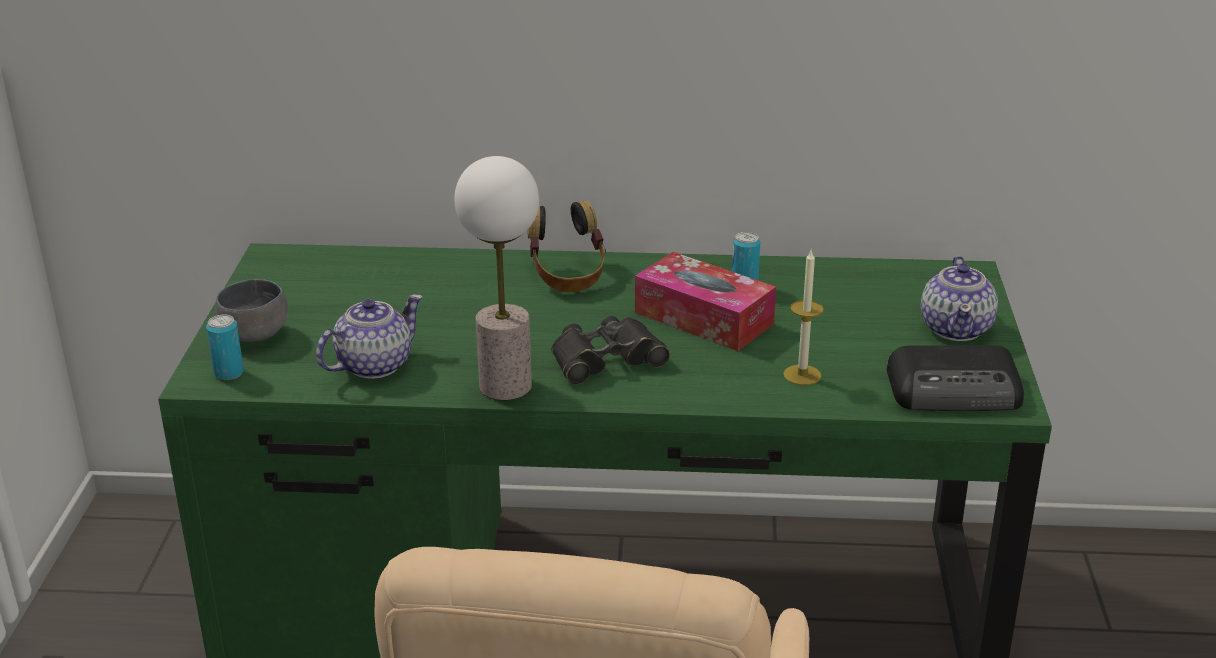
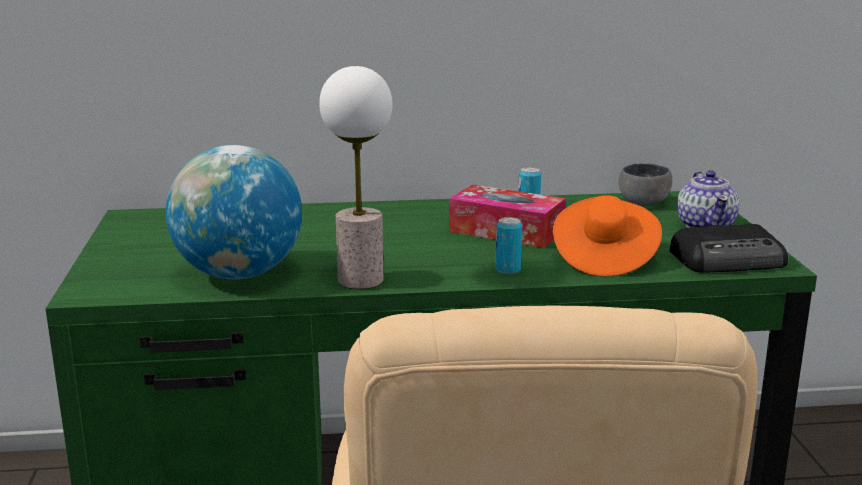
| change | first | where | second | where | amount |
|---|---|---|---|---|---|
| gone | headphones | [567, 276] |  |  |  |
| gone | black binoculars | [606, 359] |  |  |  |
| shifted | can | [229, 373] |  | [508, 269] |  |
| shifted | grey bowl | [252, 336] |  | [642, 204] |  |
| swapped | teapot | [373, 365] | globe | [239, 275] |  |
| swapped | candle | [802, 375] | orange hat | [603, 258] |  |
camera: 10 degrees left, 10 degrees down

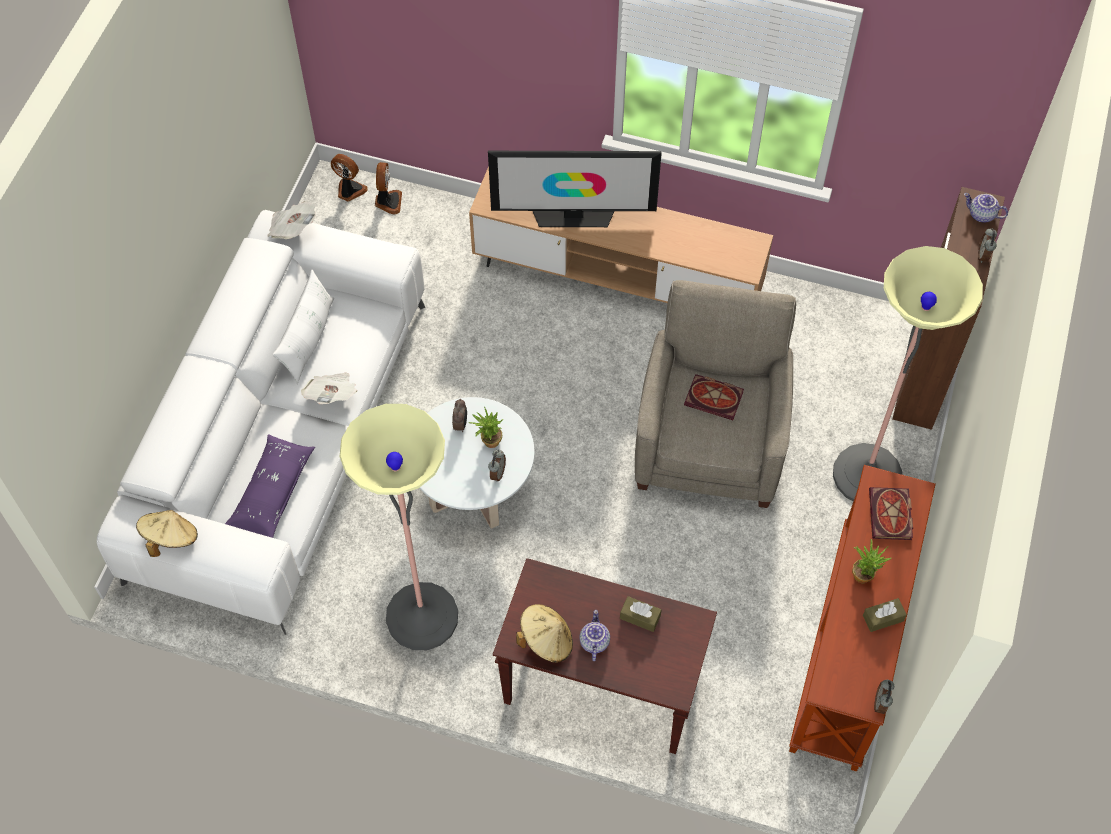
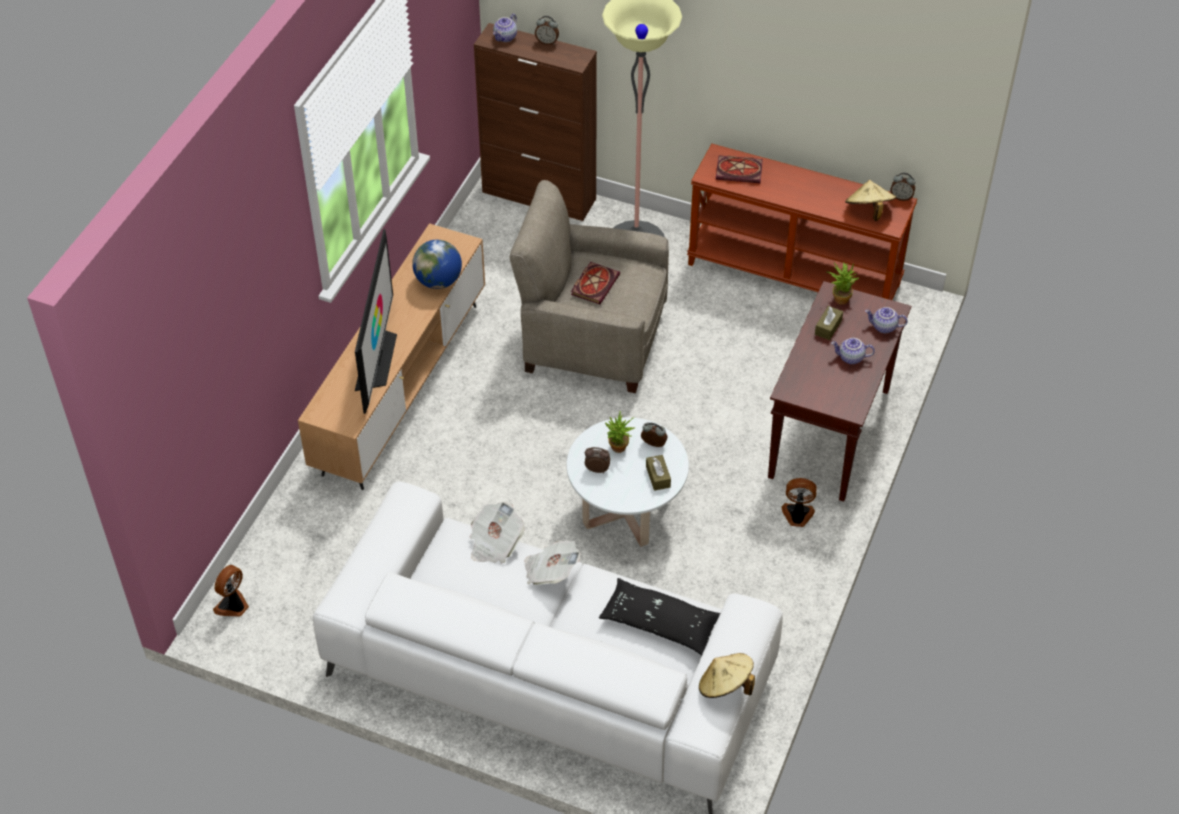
| change | first | where | second | where | amount |
|---|---|---|---|---|---|
| gone | white pillow | [308, 339] |  |  |  |
| gone | floor lamp | [422, 616] |  |  |  |
| new |  |  | globe | [438, 281] |  |
| new |  |  | teapot | [883, 327] |  |
| shifted | newspaper | [293, 228] |  | [494, 543] |  |
| shifted | fan | [388, 202] |  | [797, 516] |  |
| shifted | beige hat | [546, 640] |  | [868, 211] |  |
| shifted | potted plant | [865, 574] |  | [839, 297] |  |
| shifted | brown tissue box | [883, 618] |  | [658, 477] |  |
| repainted | purple pillow | [271, 493] | black pillow | [660, 623] |  |
camera: 85 degrees left, 10 degrees down

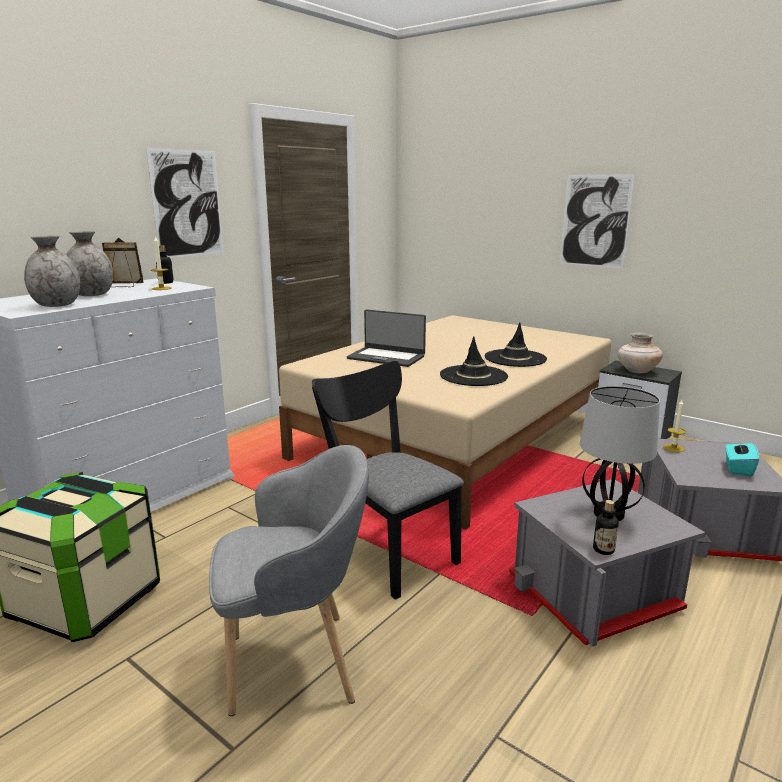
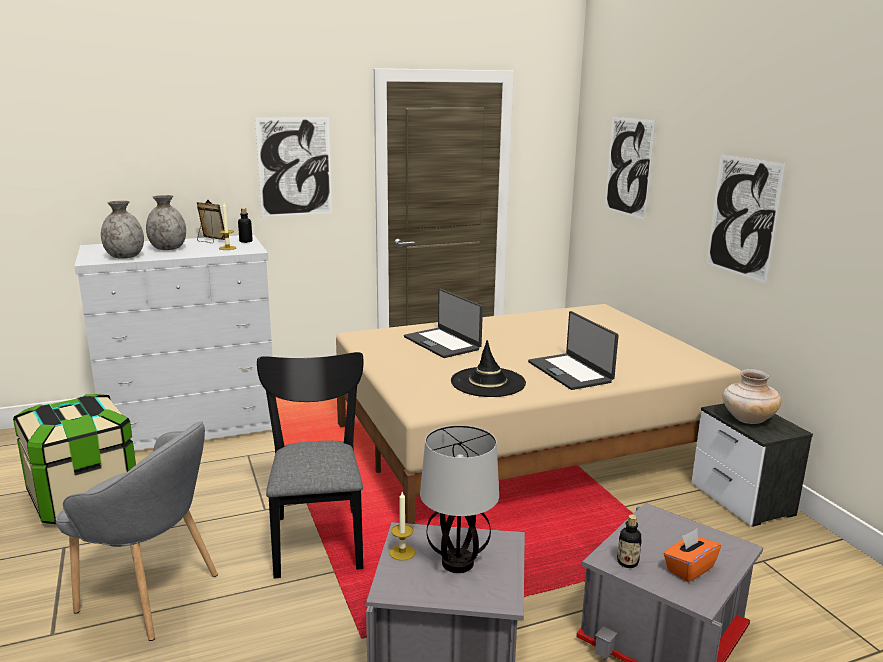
| change | first | where | second | where | amount |
|---|---|---|---|---|---|
| new |  |  | picture | [628, 167] |  |
| shifted | bottle | [603, 549] |  | [627, 562] |  |
| shifted | candle | [673, 448] |  | [402, 552] |  |
| swapped | black hat | [515, 358] | laptop | [570, 372] |  |
| repainted | turquoise tissue box | [738, 468] | orange tissue box | [689, 569] |  |
camera: 30 degrees right, 0 degrees up

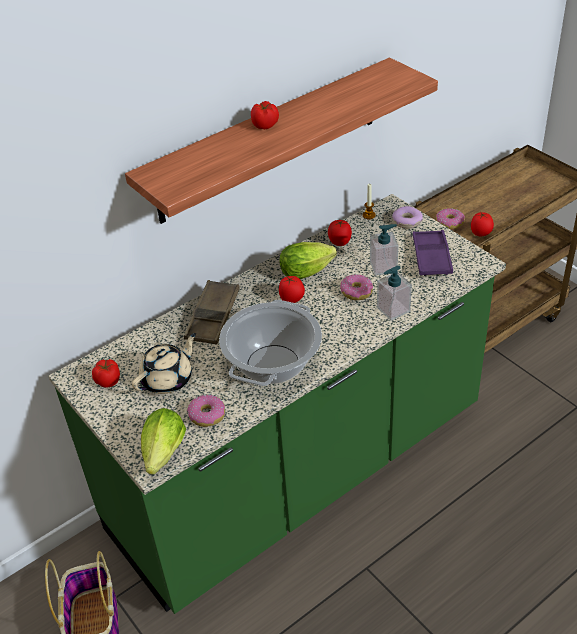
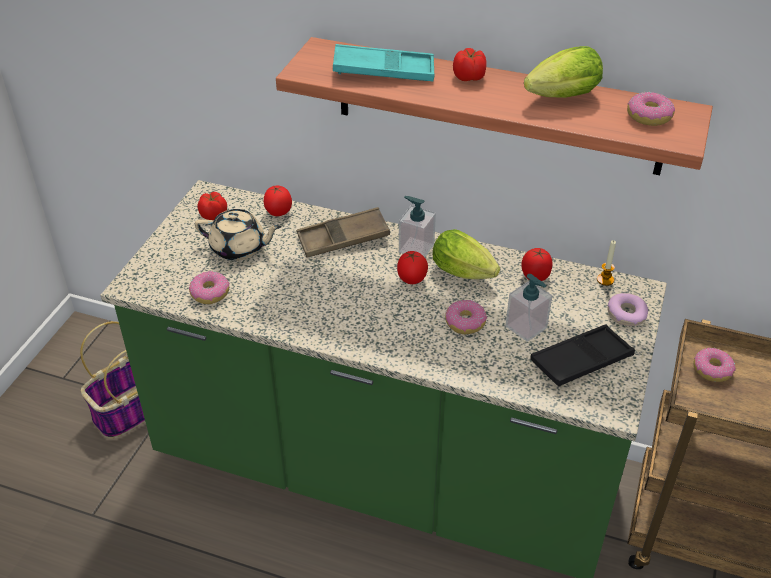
| change | first | where | second | where | amount |
|---|---|---|---|---|---|
| gone | cooking pot | [273, 365] |  |  |  |
| new |  |  | turquoise tray | [383, 71] |  |
| new |  |  | donut | [649, 116] |  |
| shifted | lettuce | [163, 456] |  | [559, 98] |  |
| shifted | soap dispenser | [393, 309] |  | [416, 248] |  |
| shifted | tomato | [481, 233] |  | [278, 213] |  |
| repainted | purple tray | [431, 257] | black tray | [581, 360] |  |
camera: 55 degrees right, 0 degrees up

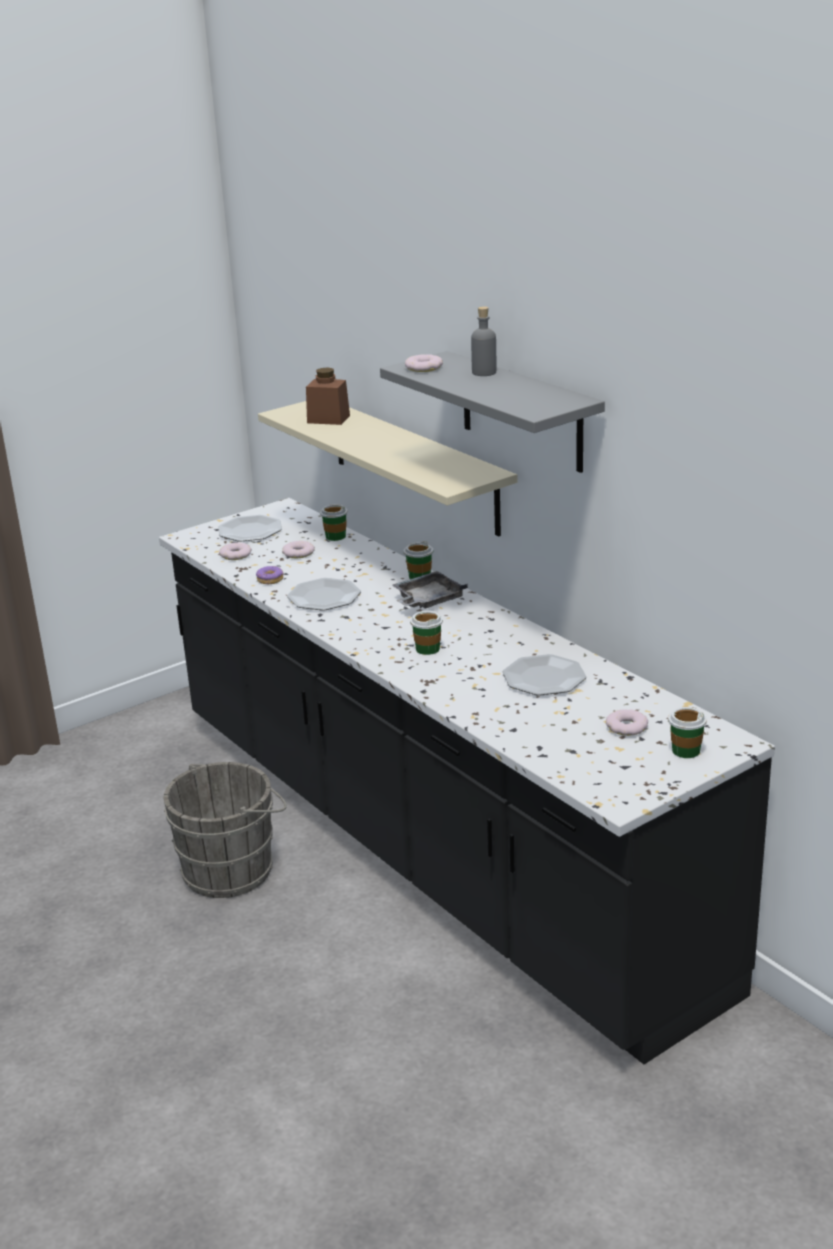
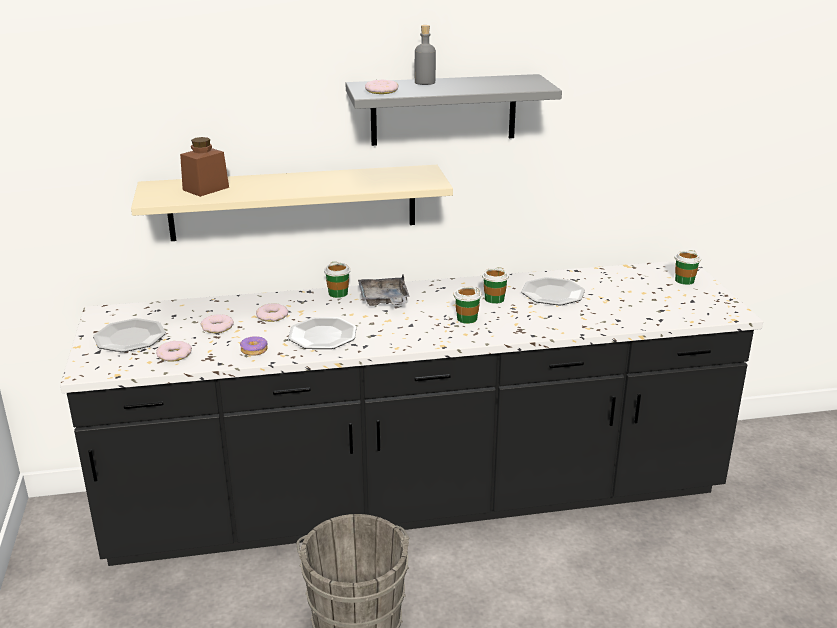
| change | first | where | second | where | amount |
|---|---|---|---|---|---|
| shifted | cup | [335, 536] |  | [494, 299] |  |
| shifted | donut | [627, 727] |  | [272, 316] |  |
camera: 65 degrees left, 0 degrees up

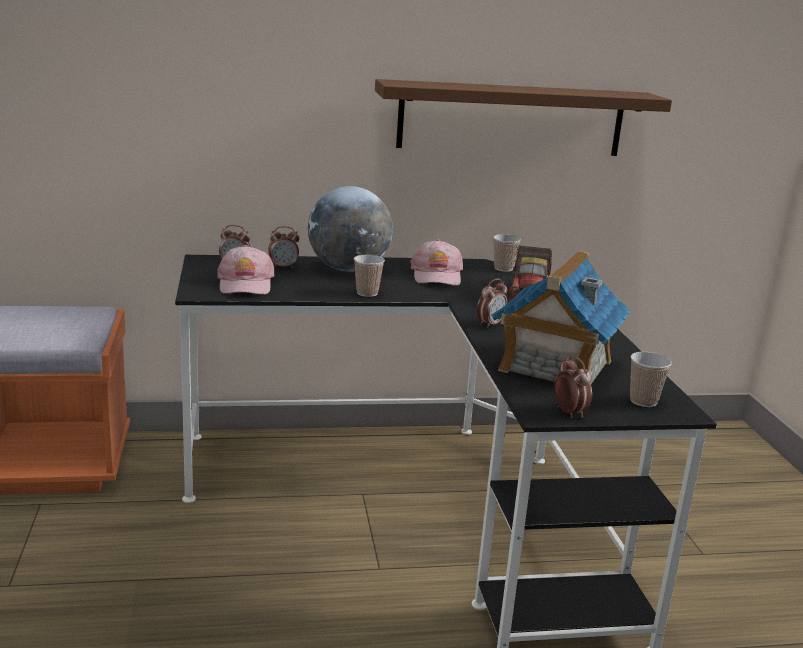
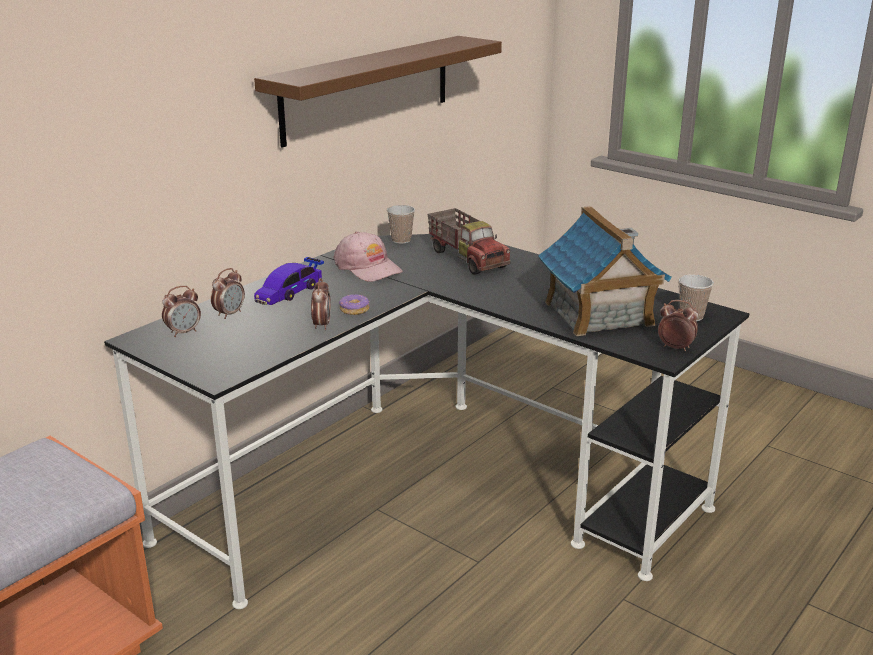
| change | first | where | second | where | amount |
|---|---|---|---|---|---|
| gone | pink cap | [245, 283] |  |  |  |
| shifted | alarm clock | [490, 324] |  | [321, 325] |  |
| swapped | globe | [348, 269] | toy car | [290, 292] |  |
| swapped | cup | [367, 293] | donut | [354, 310] |  |
camera: 40 degrees left, 5 degrees up

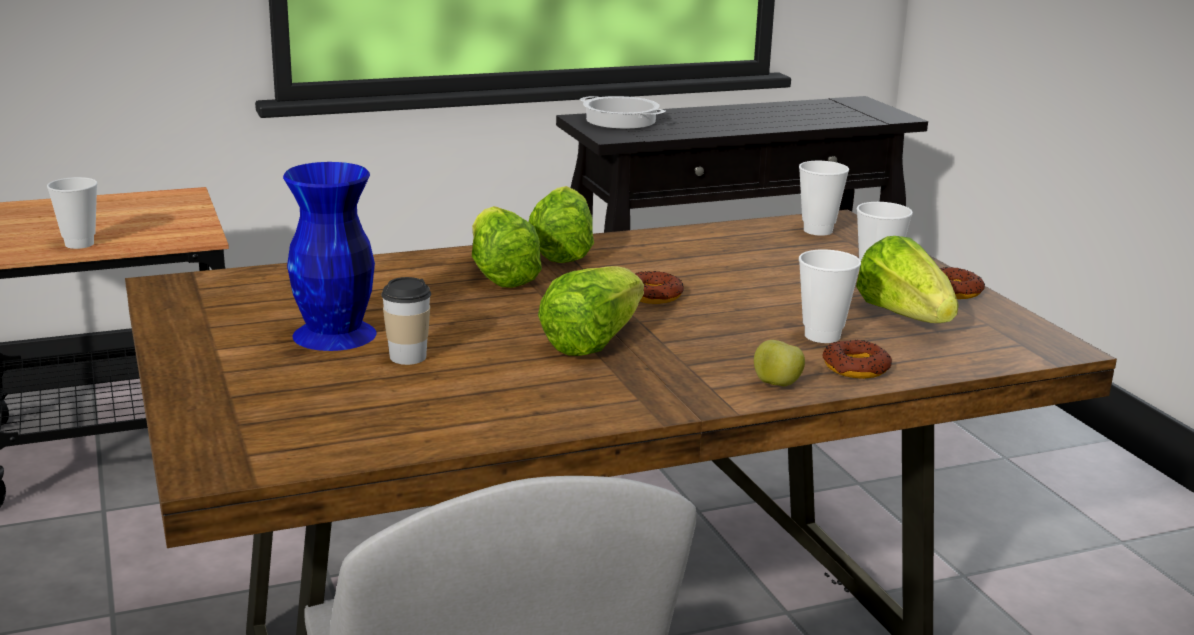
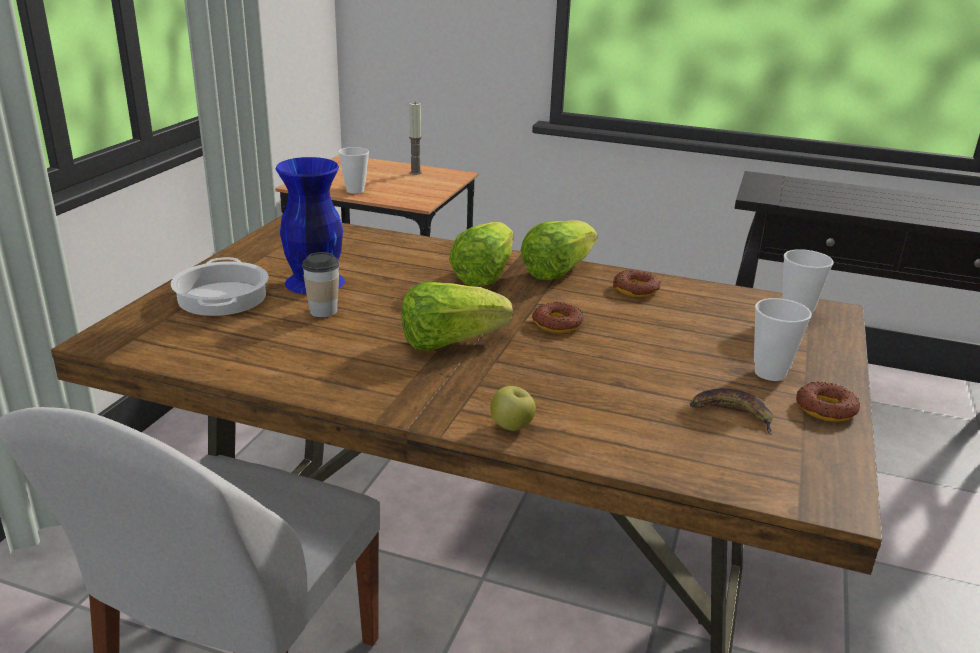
| change | first | where | second | where | amount |
|---|---|---|---|---|---|
| gone | cup | [822, 336] |  |  |  |
| new |  |  | candle | [415, 172] |  |
| shifted | cooking pot | [619, 120] |  | [221, 297] |  |
| shifted | donut | [856, 368] |  | [635, 289] |  |
| swapped | lettuce | [904, 317] | banana | [731, 414] |  |
camera: 40 degrees right, 5 degrees up

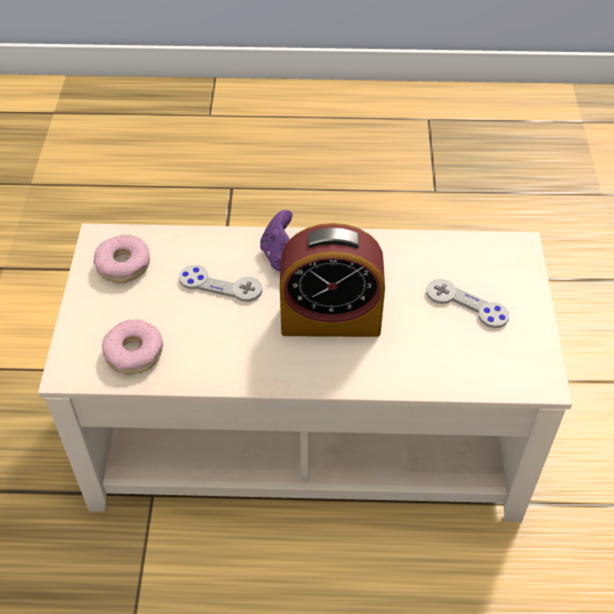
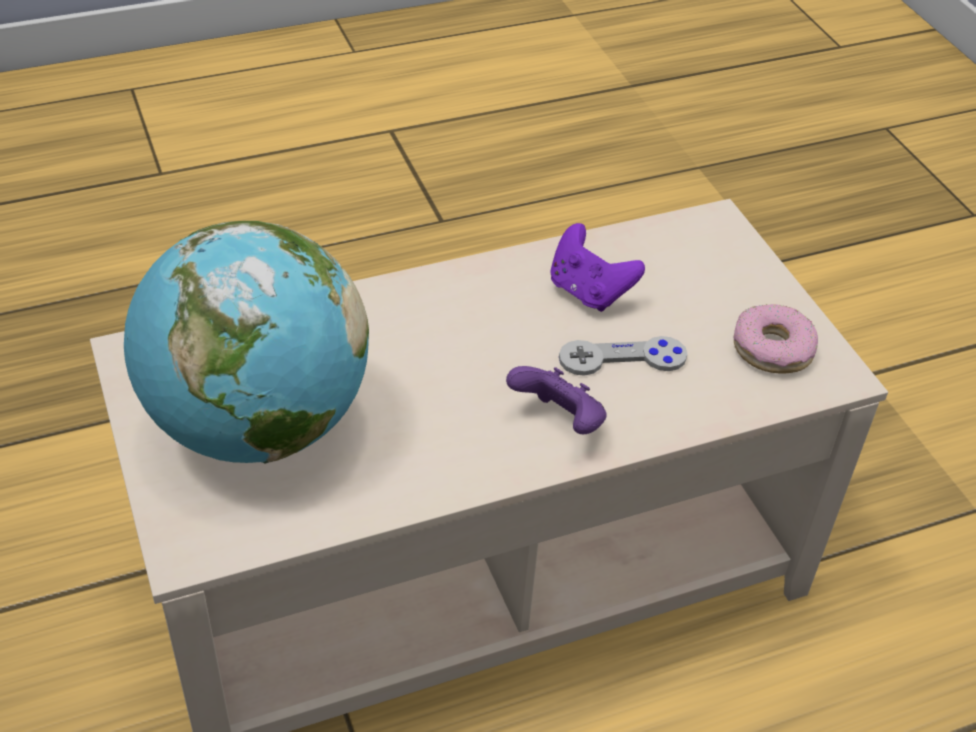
| change | first | where | second | where | amount |
|---|---|---|---|---|---|
| gone | donut | [133, 353] |  |  |  |
| gone | alarm clock | [330, 319] |  |  |  |
| new |  |  | purple game controller | [589, 292] |  |
| swapped | grey game controller | [466, 305] | globe | [257, 426] |  |
camera: 155 degrees right, 5 degrees down

